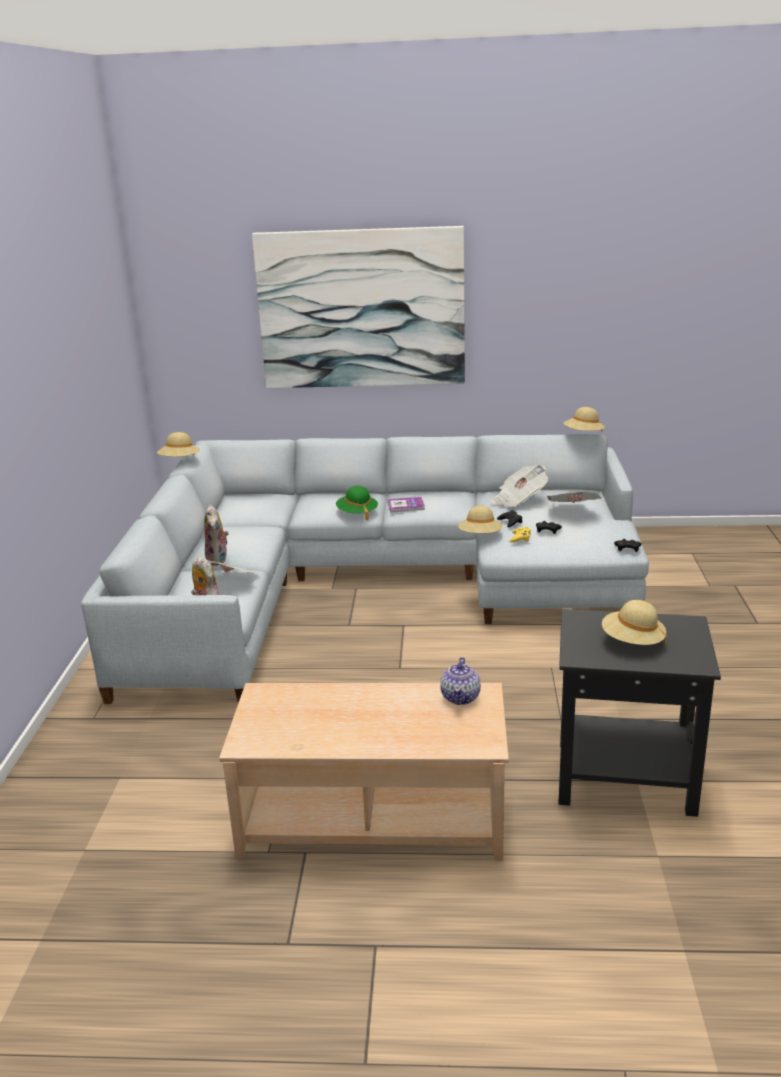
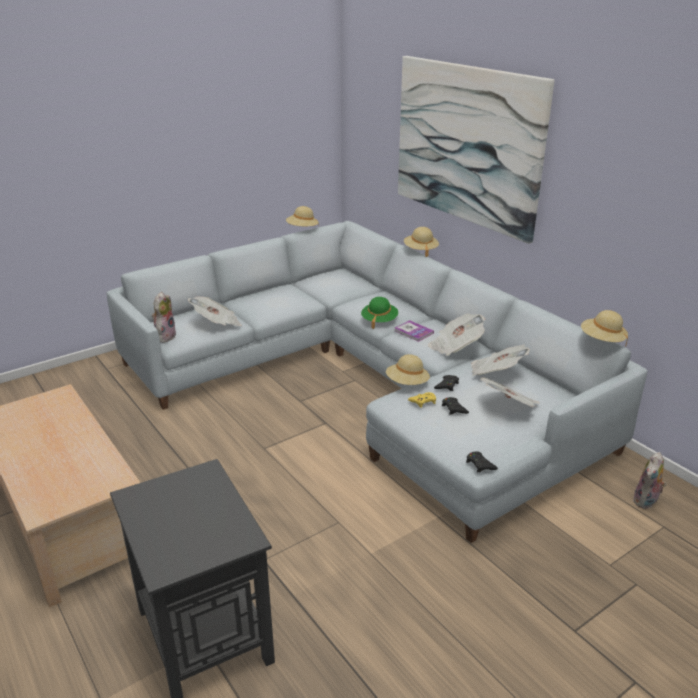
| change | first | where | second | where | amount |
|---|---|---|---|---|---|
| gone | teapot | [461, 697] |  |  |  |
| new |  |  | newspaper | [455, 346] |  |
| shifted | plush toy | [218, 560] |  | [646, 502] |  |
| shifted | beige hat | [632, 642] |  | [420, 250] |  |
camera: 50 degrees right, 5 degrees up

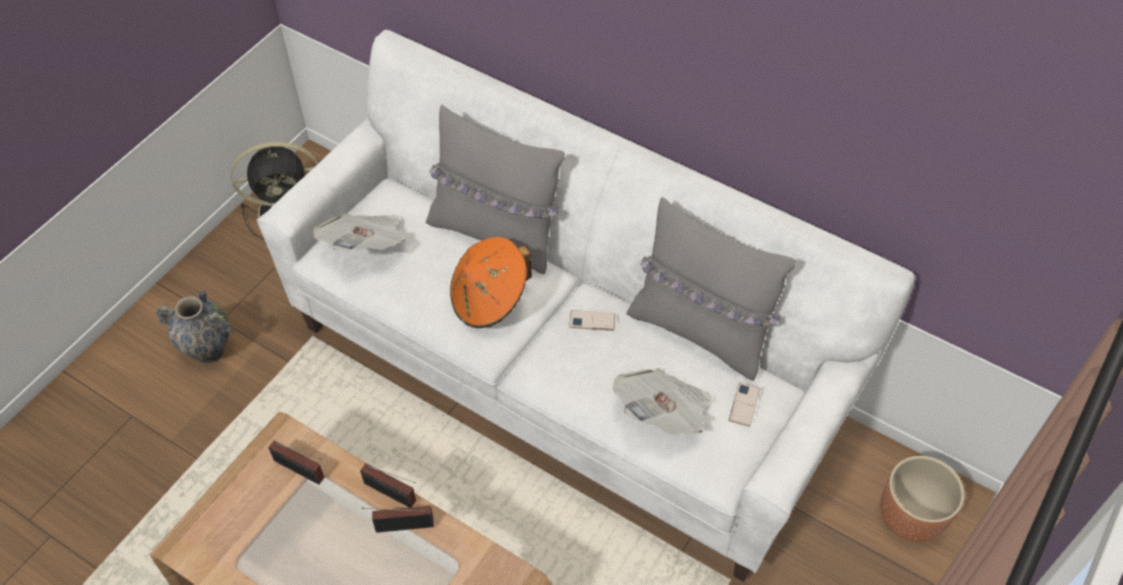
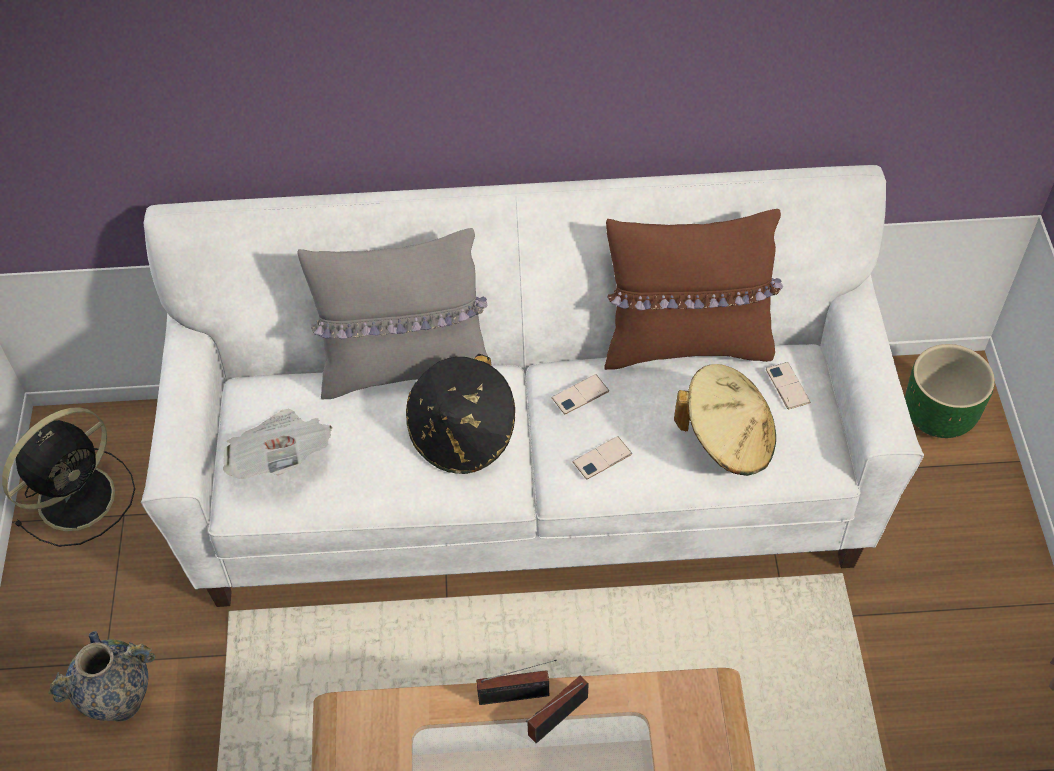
| change | first | where | second | where | amount |
|---|---|---|---|---|---|
| gone | radio | [301, 471] |  |  |  |
| new |  |  | phone | [602, 458] |  |
| swapped | newspaper | [664, 414] | beige hat | [727, 439] |  |
| repainted | orange hat | [490, 299] | black hat | [463, 435] |  |
| repainted | grey pillow | [701, 331] | brown pillow | [686, 344] |  |
| repainted | brown planter | [911, 517] | green planter | [939, 416] |  |
camera: 35 degrees left, 0 degrees up

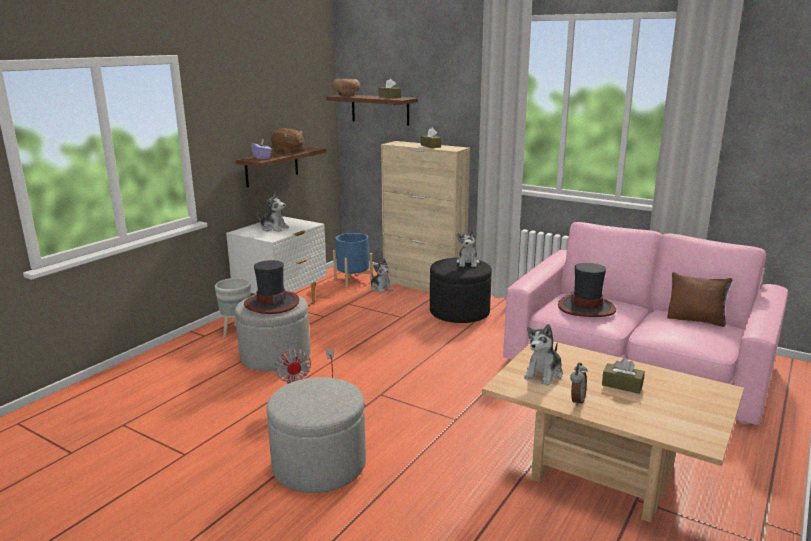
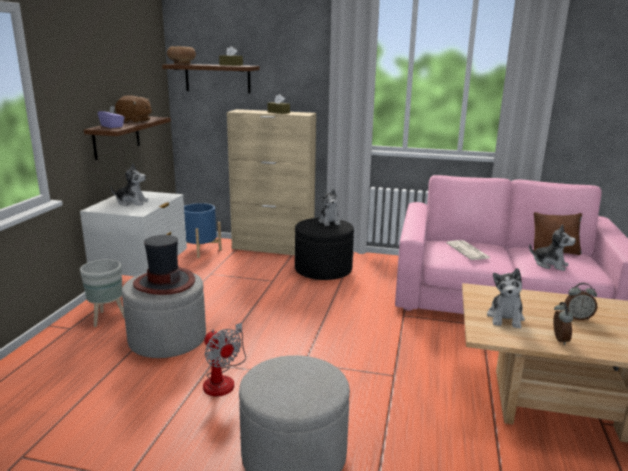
| change | first | where | second | where | amount |
|---|---|---|---|---|---|
| shifted | plush toy | [381, 288] |  | [550, 264] |  |
| swapped | hat | [586, 307] | newspaper | [468, 251] |  |
| swapped | brown tissue box | [622, 385] | alarm clock | [577, 318] |  |
camera: 20 degrees left, 0 degrees up

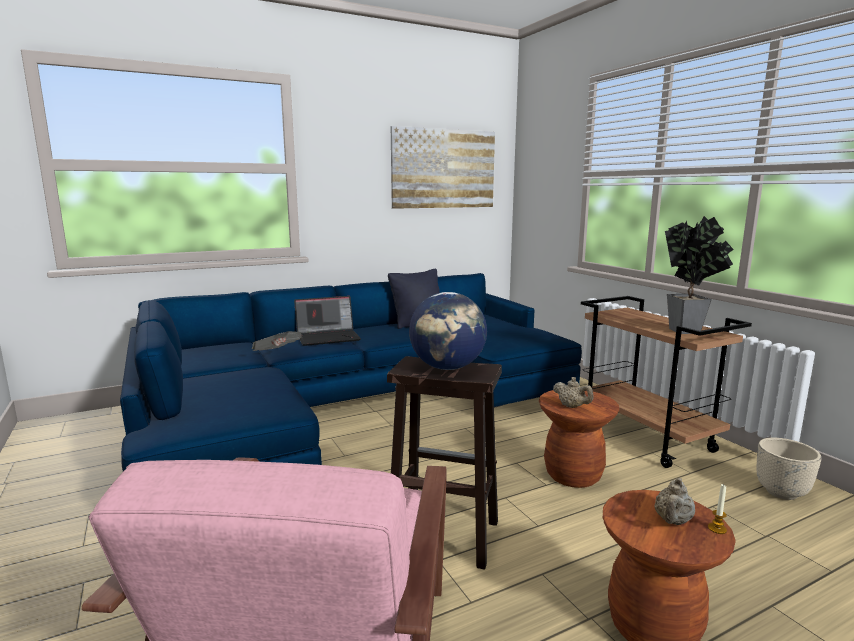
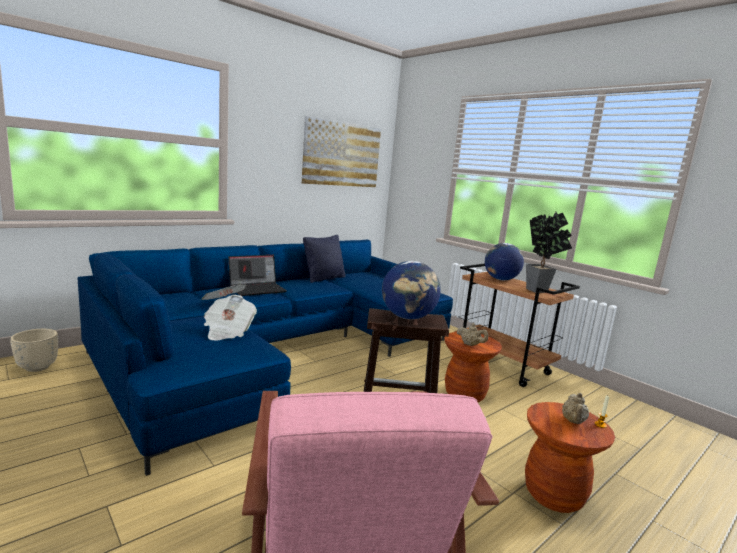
| change | first | where | second | where | amount |
|---|---|---|---|---|---|
| new |  |  | newspaper | [228, 331] |  |
| new |  |  | globe | [500, 279] |  |
| shifted | beige planter | [781, 492] |  | [38, 367] |  |
camera: 15 degrees left, 0 degrees up

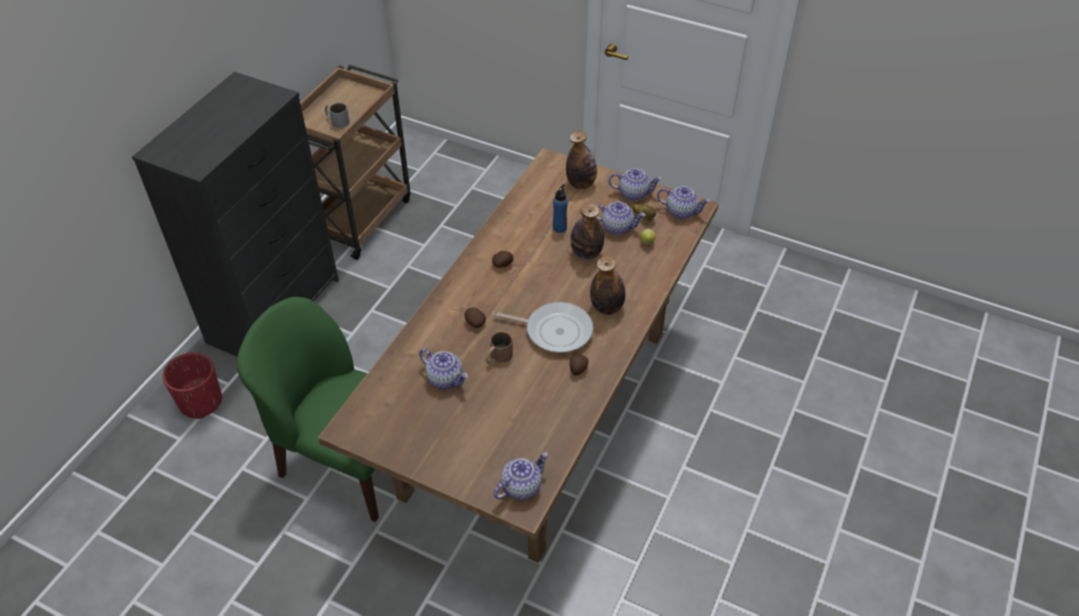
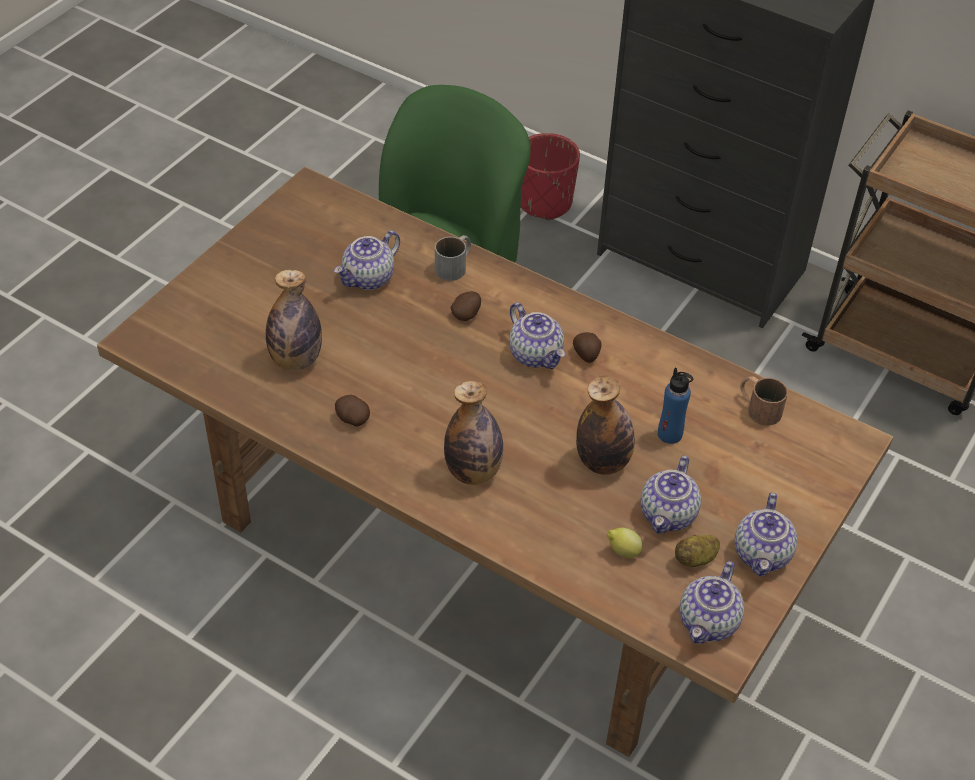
| change | first | where | second | where | amount |
|---|---|---|---|---|---|
| gone | frying pan | [555, 330] |  |  |  |
| shifted | grey mug | [337, 121] |  | [455, 265] |  |
| shifted | brown mug | [497, 357] |  | [758, 407] |  |
| shifted | teapot | [521, 486] |  | [536, 355] |  |
| shifted | bottle | [581, 184] |  | [296, 360] |  |
camera: 95 degrees right, 0 degrees up

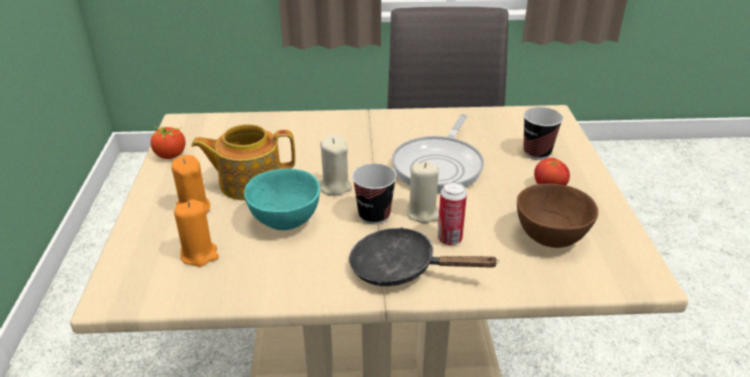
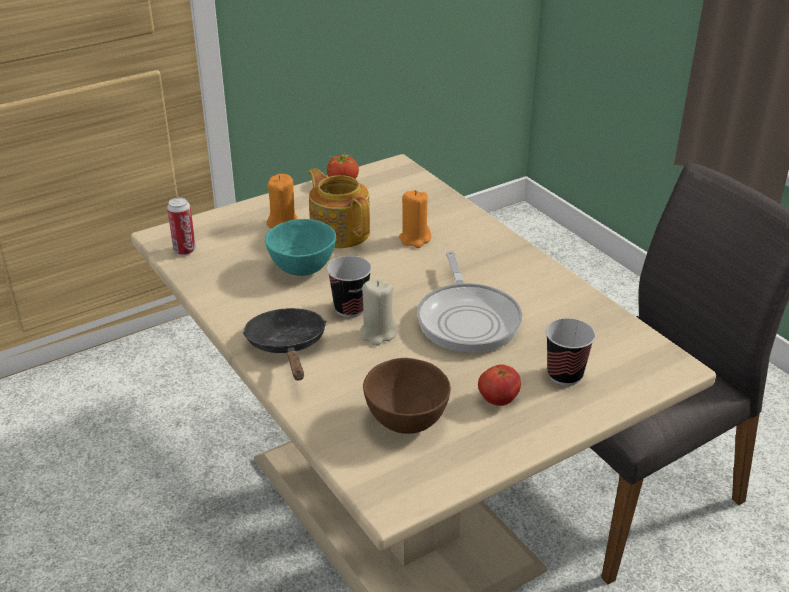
| change | first | where | second | where | amount |
|---|---|---|---|---|---|
| gone | beige candle | [334, 187] |  |  |  |
| shifted | orange candle | [199, 254] |  | [415, 239] |  |
| shifted | can | [449, 239] |  | [185, 250] |  |
| rotated | frying pan | [439, 166] |  | [467, 319] | 90 degrees counterclockwise |
camera: 60 degrees right, 0 degrees up

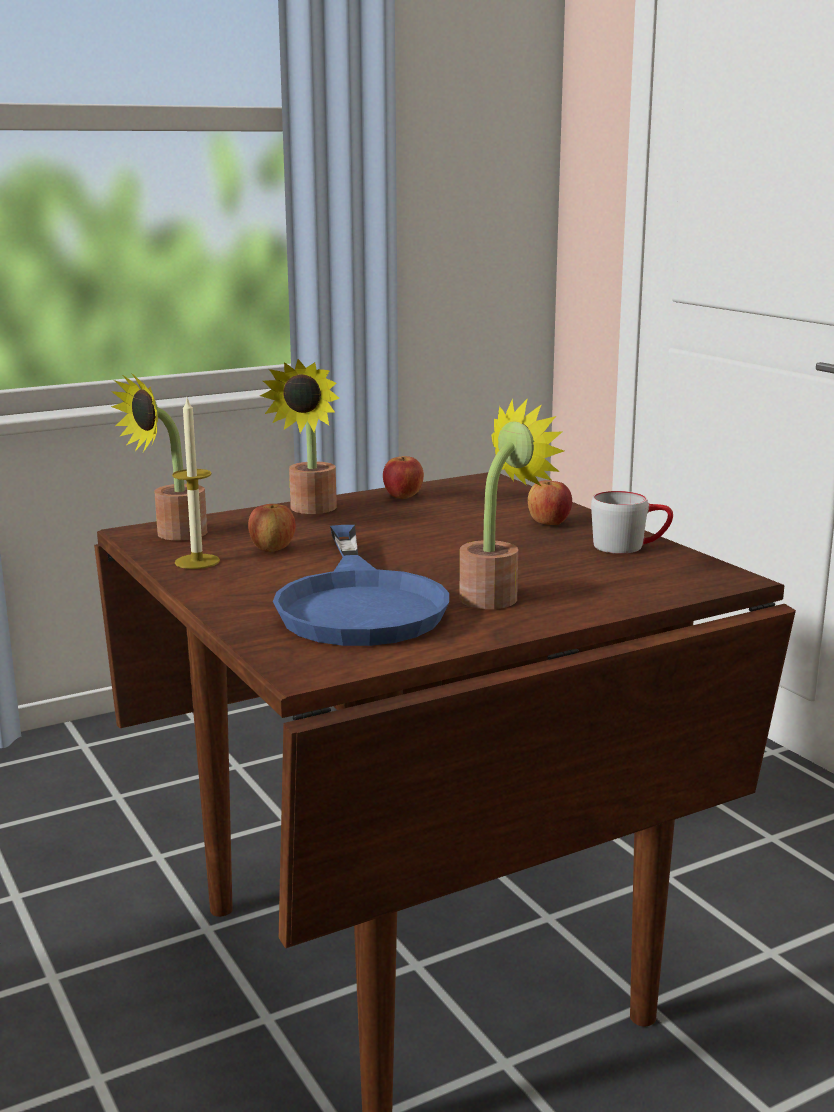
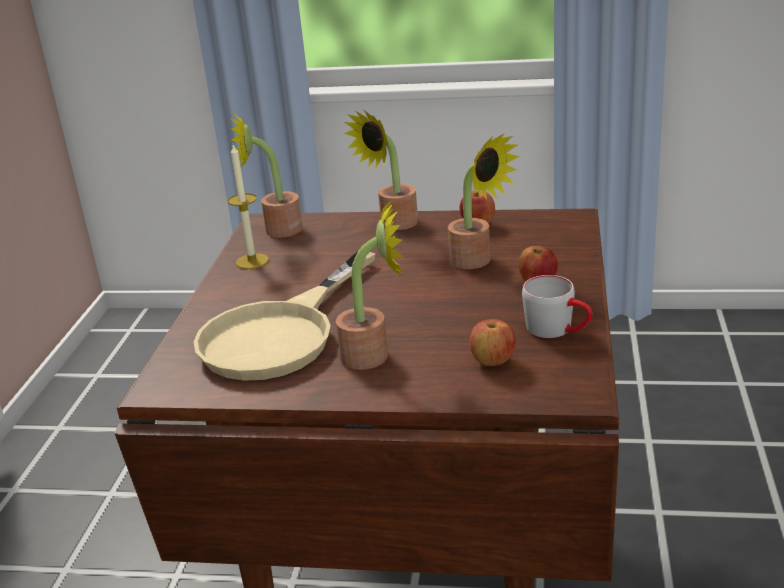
| change | first | where | second | where | amount |
|---|---|---|---|---|---|
| new |  |  | potted plant | [477, 262] |  |
| shifted | apple | [272, 549] |  | [493, 361] |  |
| repainted | blue frying pan | [359, 603] | beige frying pan | [281, 333] |  |
camera: 40 degrees right, 10 degrees up

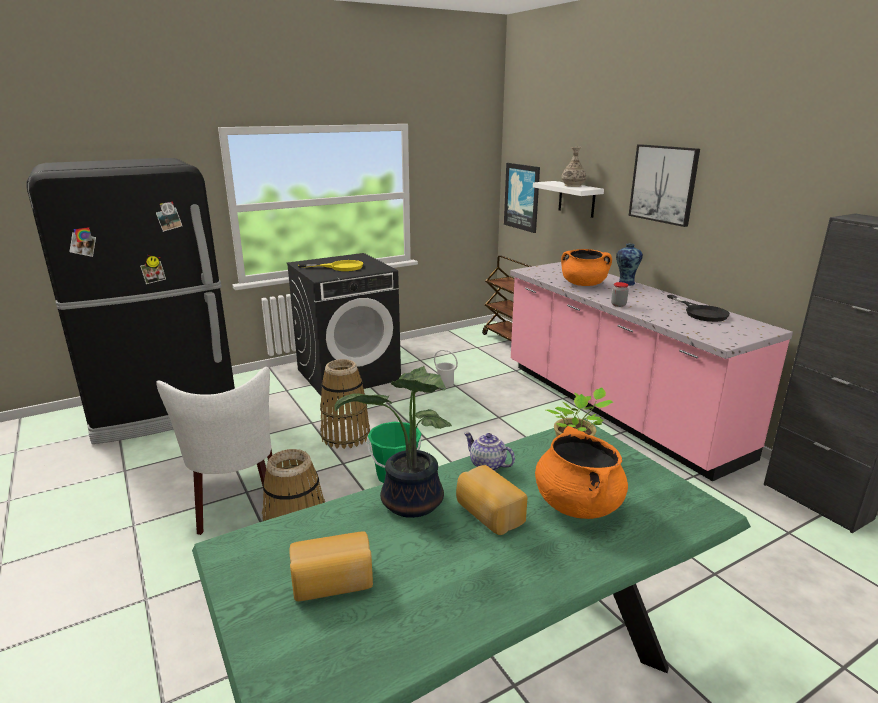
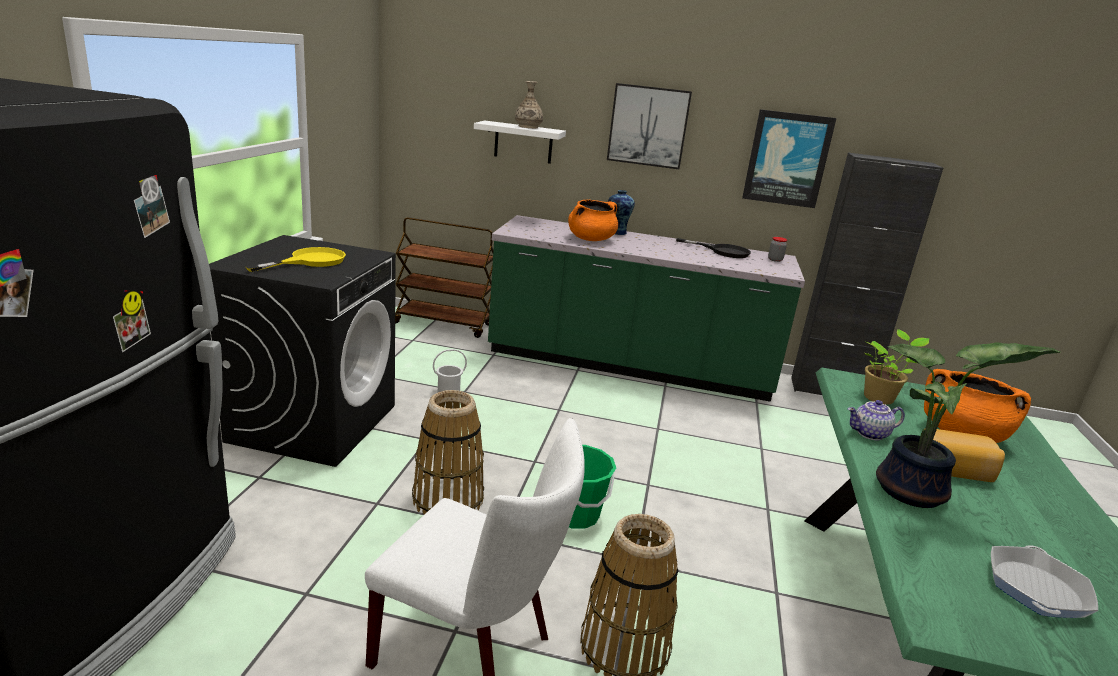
| change | first | where | second | where | amount |
|---|---|---|---|---|---|
| shifted | picture | [522, 197] |  | [787, 159] |  |
| shifted | jar | [618, 305] |  | [775, 260] |  |
| swapped | bread | [333, 584] | frying pan | [1036, 588] |  |
| repainted | pink counter | [615, 409] | green counter | [629, 365] |  |
camera: 50 degrees left, 0 degrees up

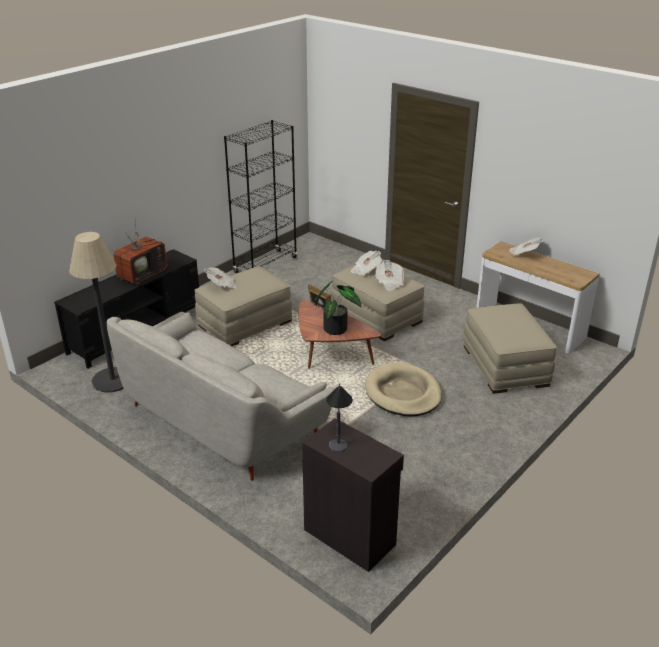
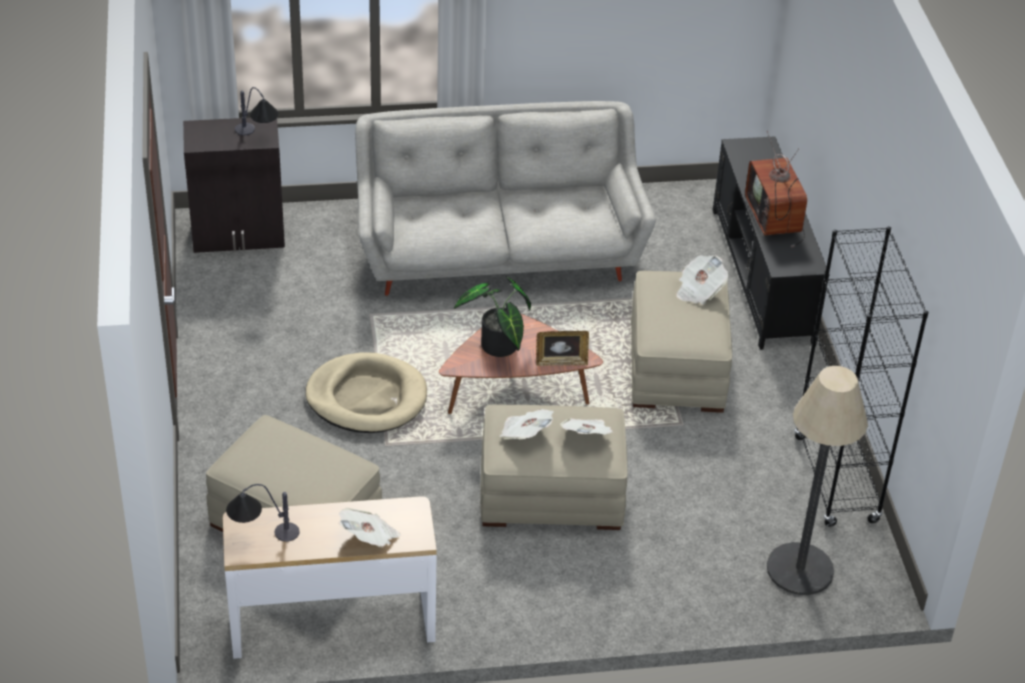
| change | first | where | second | where | amount |
|---|---|---|---|---|---|
| new |  |  | table lamp | [261, 537] |  |
| shifted | floor lamp | [112, 380] |  | [800, 569] |  |
camera: 130 degrees right, 10 degrees up

